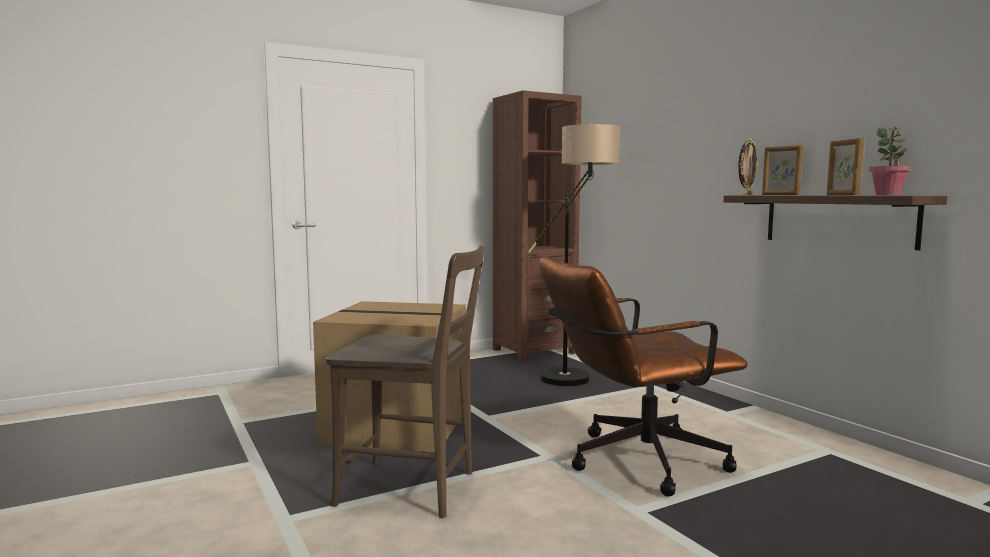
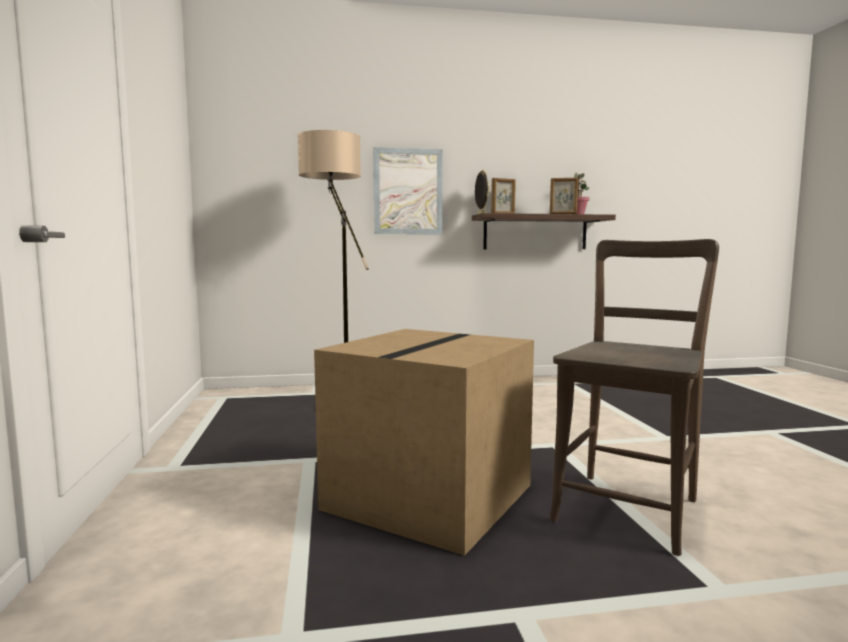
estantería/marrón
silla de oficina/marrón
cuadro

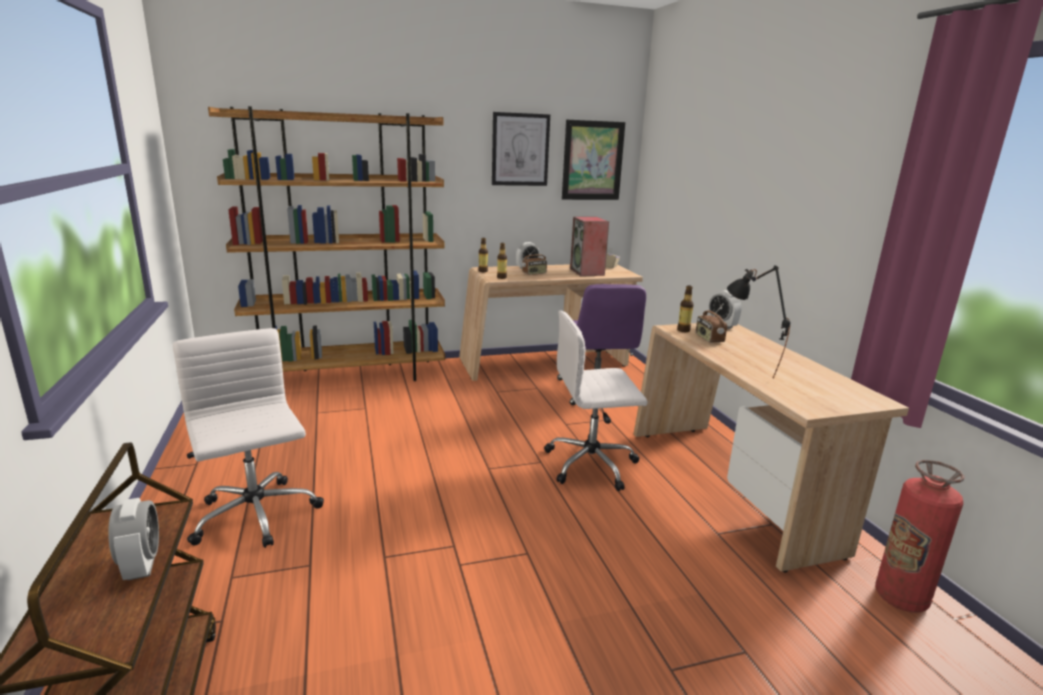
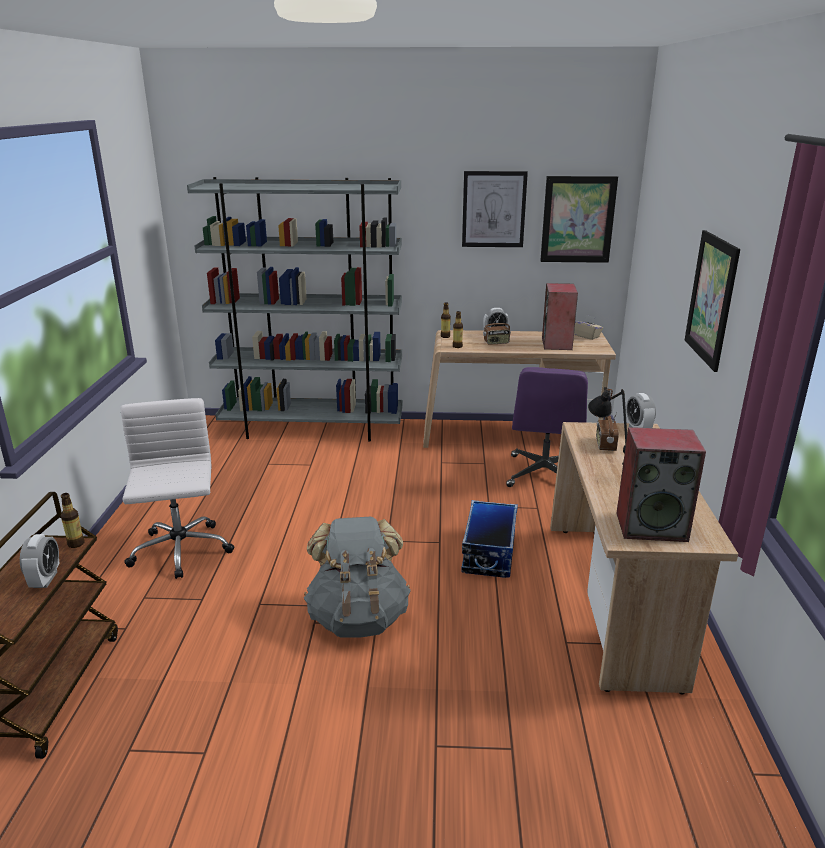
extintor
mochila/gris
altavoz (2nd from left)
cuadro (3rd from left)
botella (1st from left)
caja de almacenaje
estantería/gris

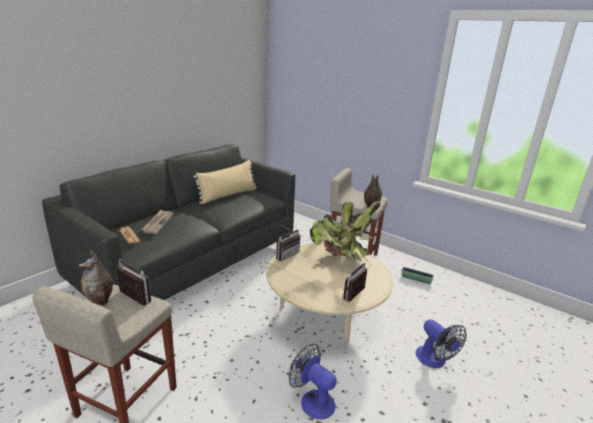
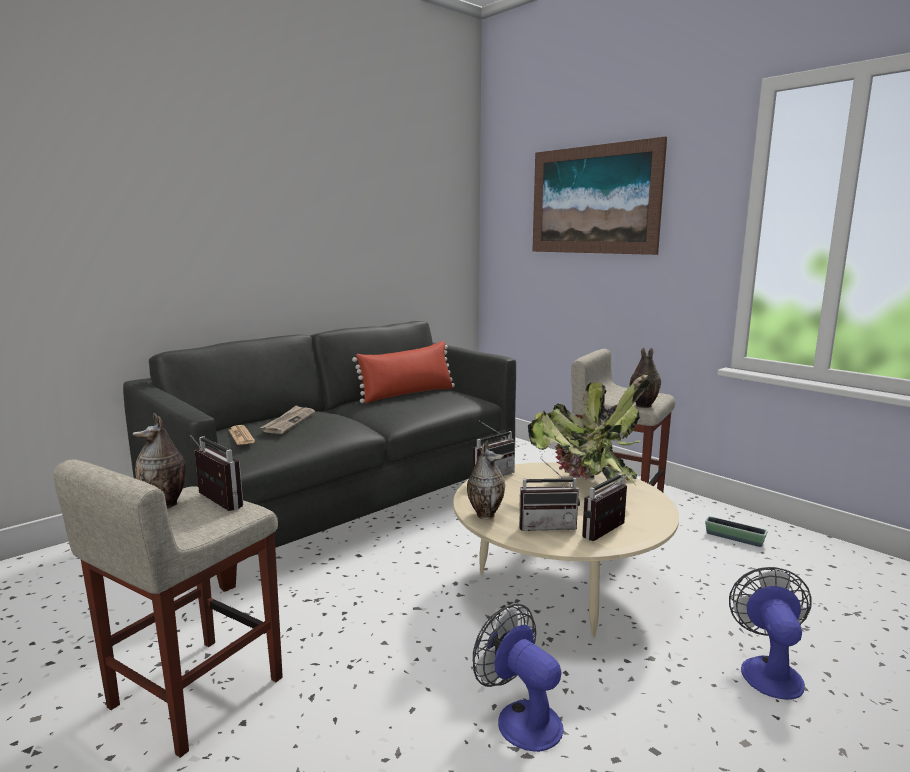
florero (2nd from left)
radio (3rd from left)
cuadro
cojín/rojo
ventilador (2nd from left)

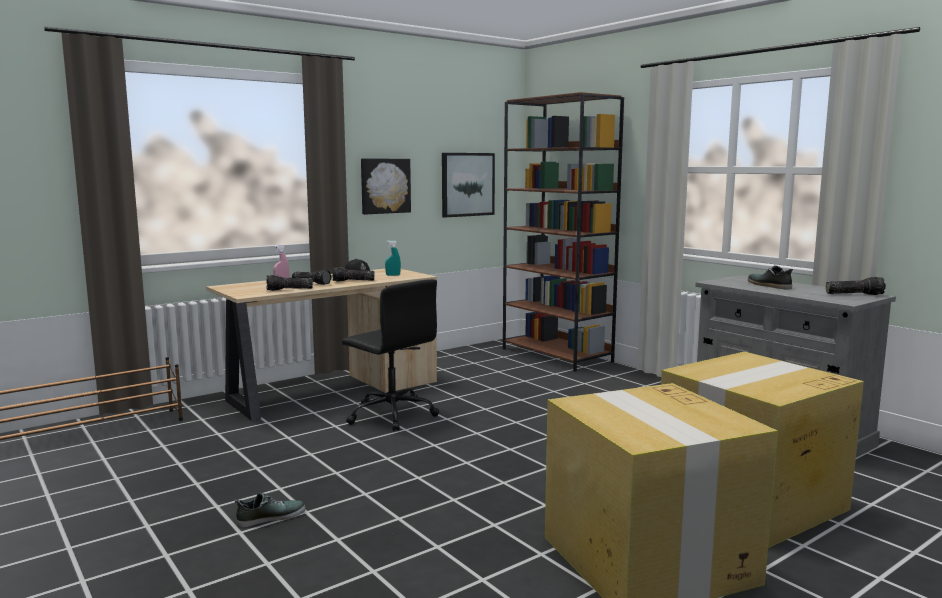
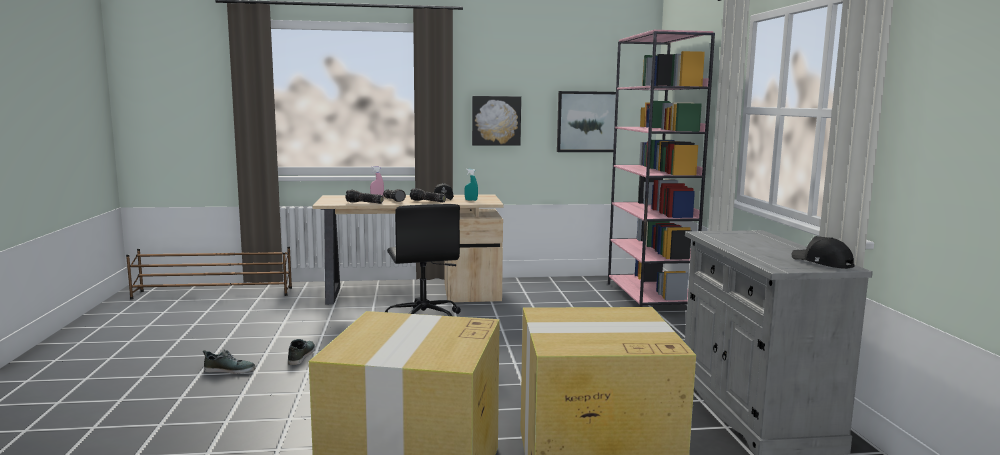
zapato (2nd from left)
gorra/negro (2nd from left)
estantería/rosa

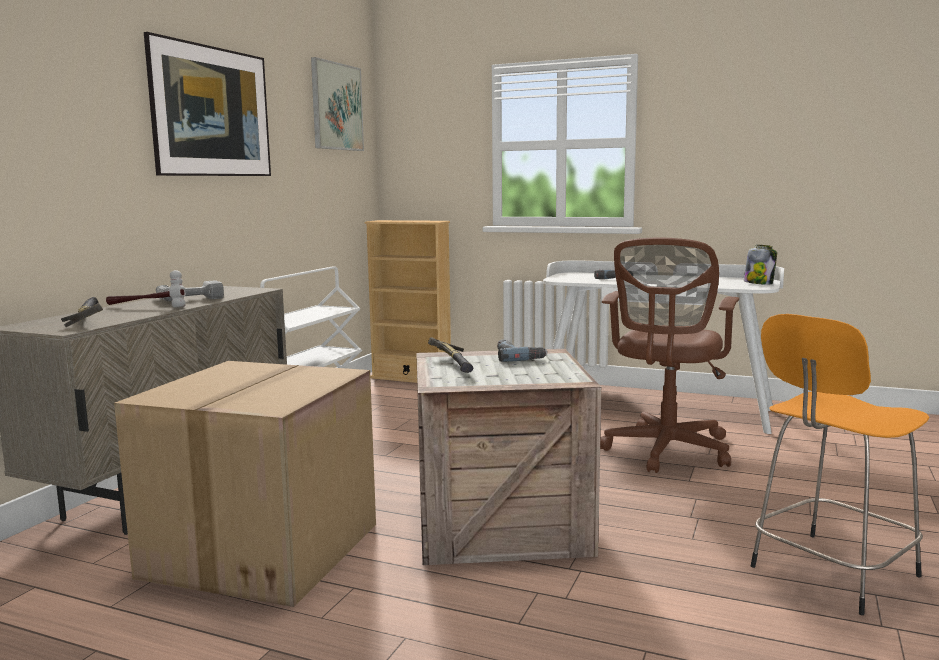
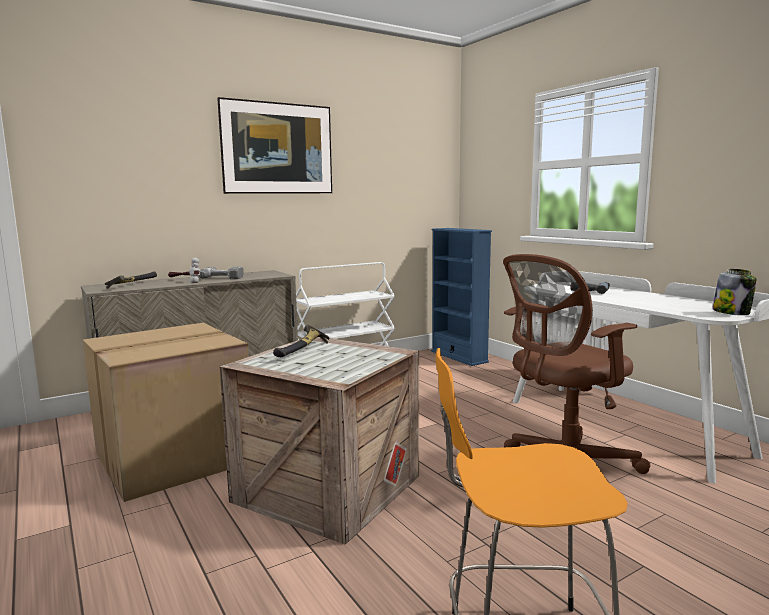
cuadro (2nd from left in the first image)
taladro (2nd from left in the first image)
estantería/azul

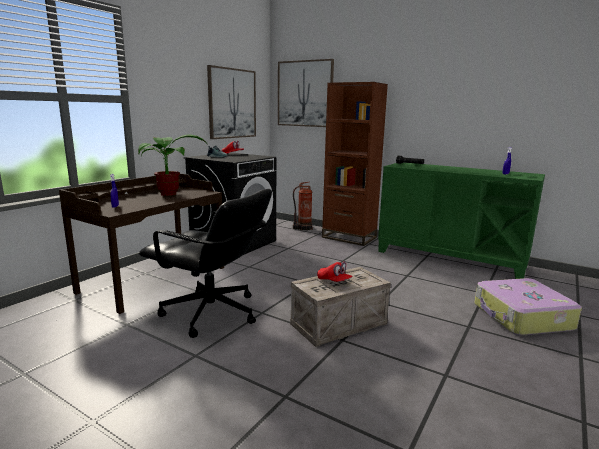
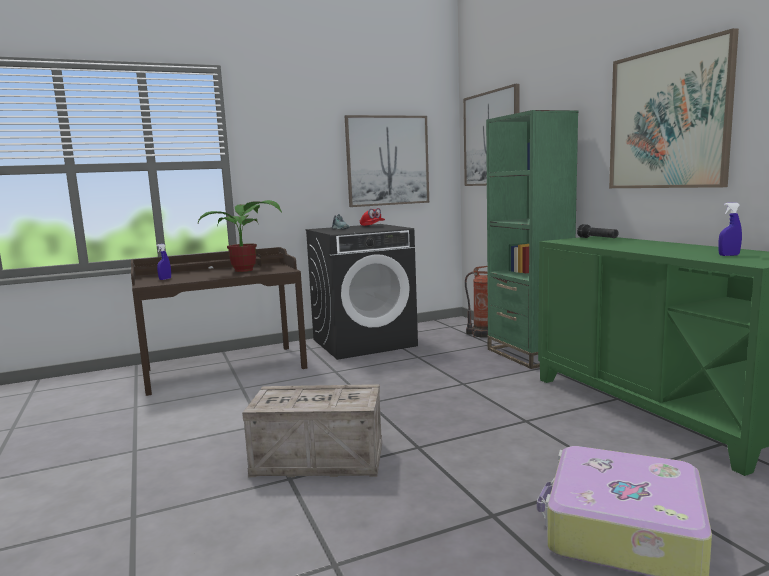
silla de oficina/negro
gorra/rojo (2nd from left in the first image)
cuadro (3rd from left)
estantería/verde

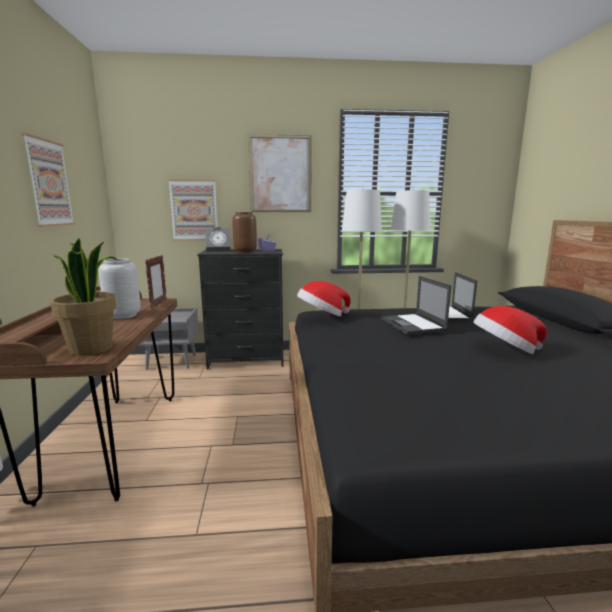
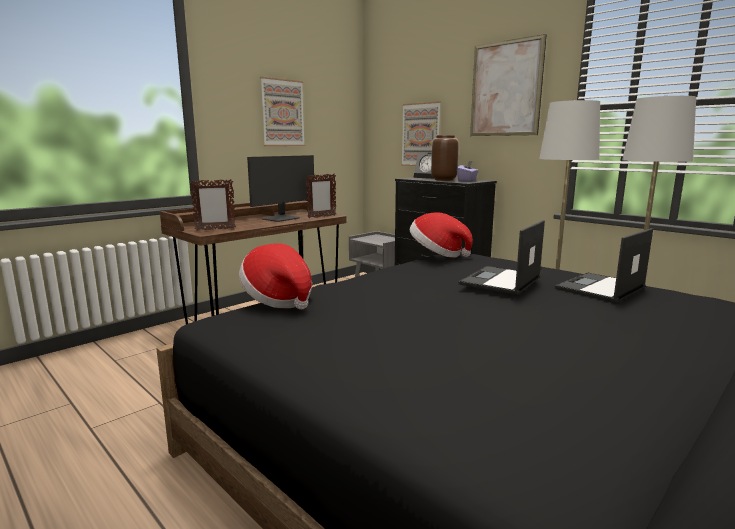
sombrero (1st from left)
portarretratos (1st from left)
monitor

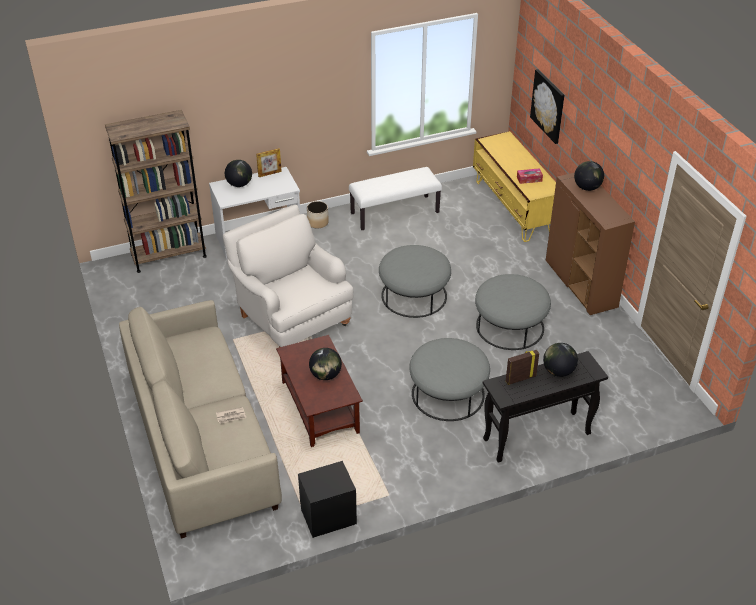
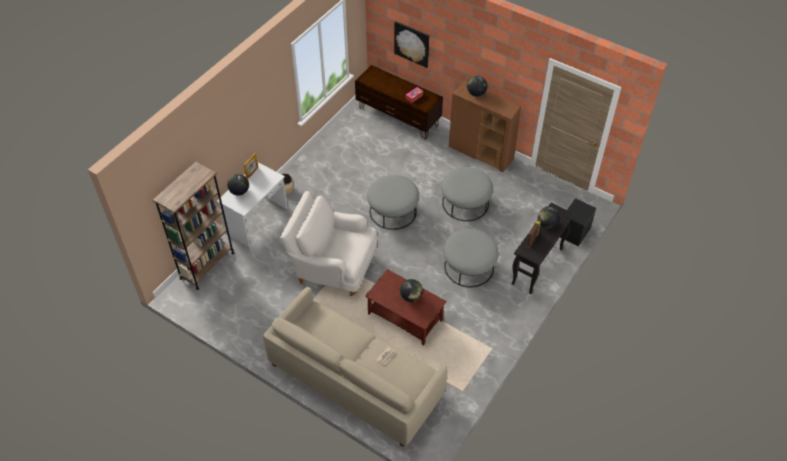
banco/blanco
mesita de noche/negro
mueble de televisión/marrón

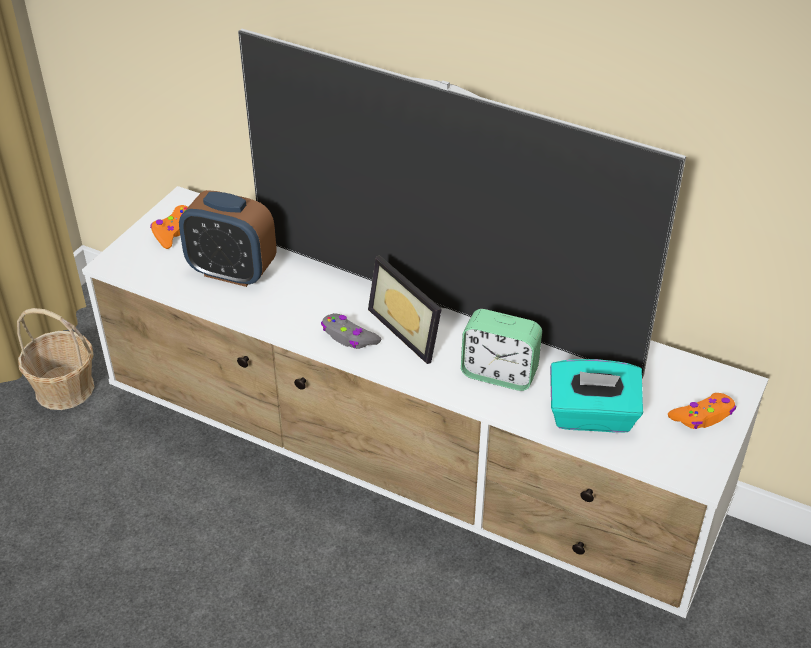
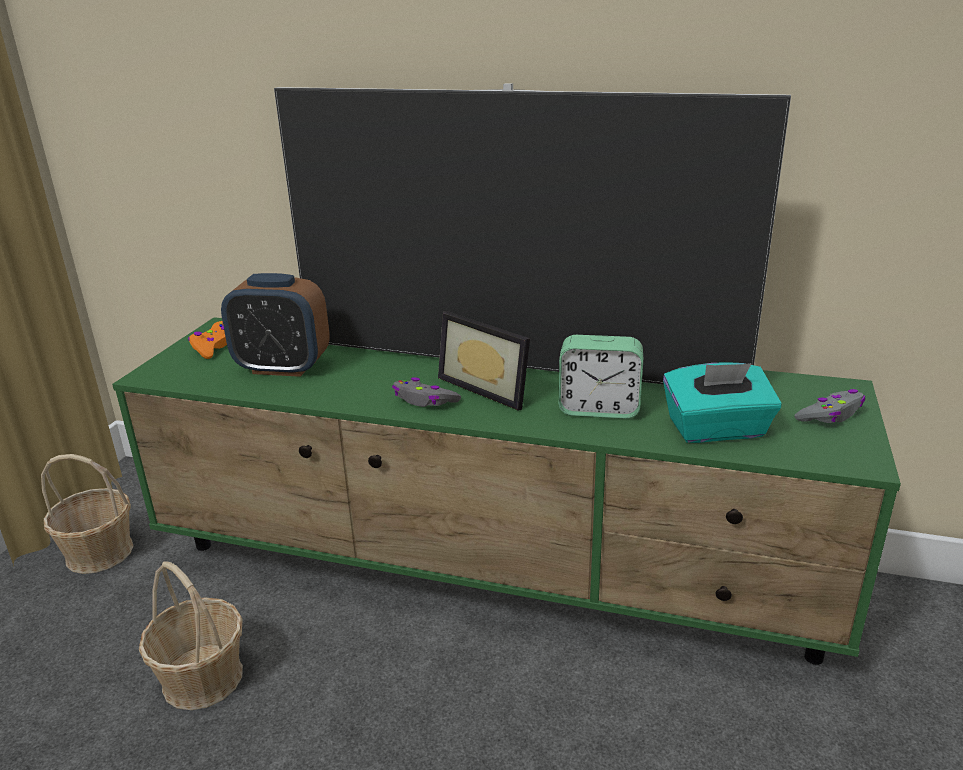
cesta (2nd from left)
mueble de televisión/verde
mando de consola/gris (2nd from left)

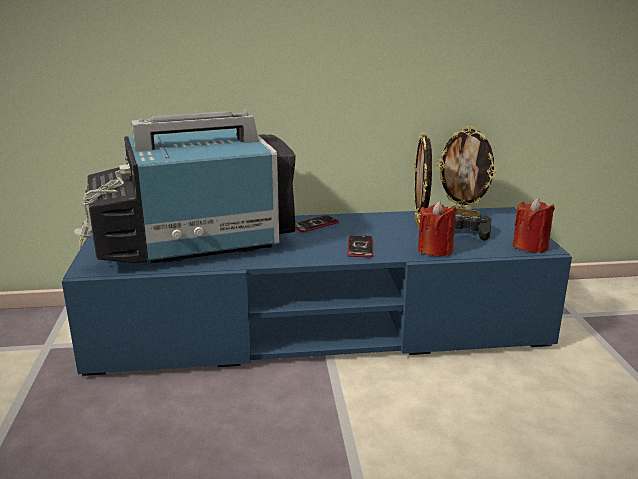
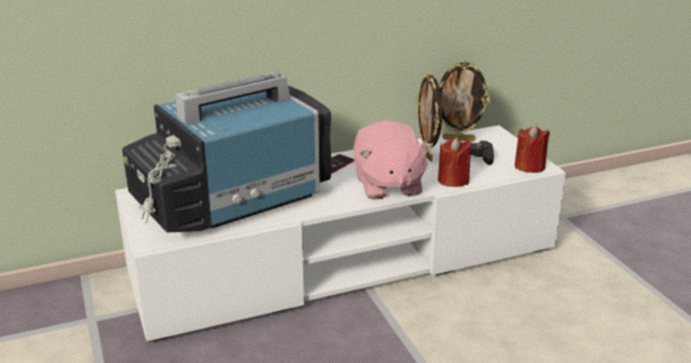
peluche/rosa
mueble de televisión/blanco

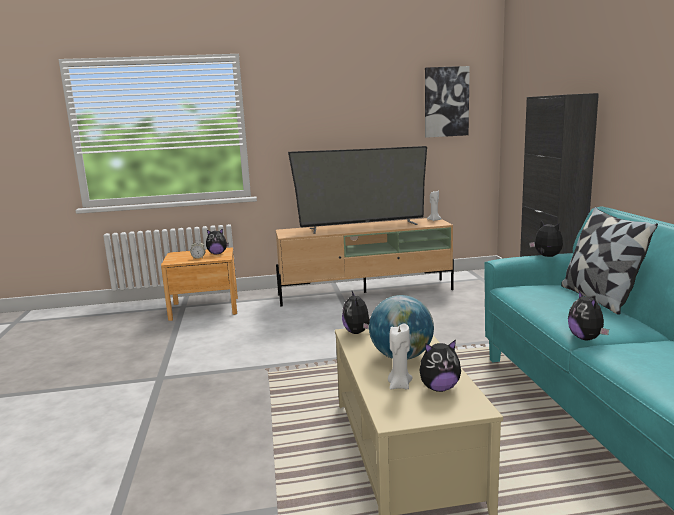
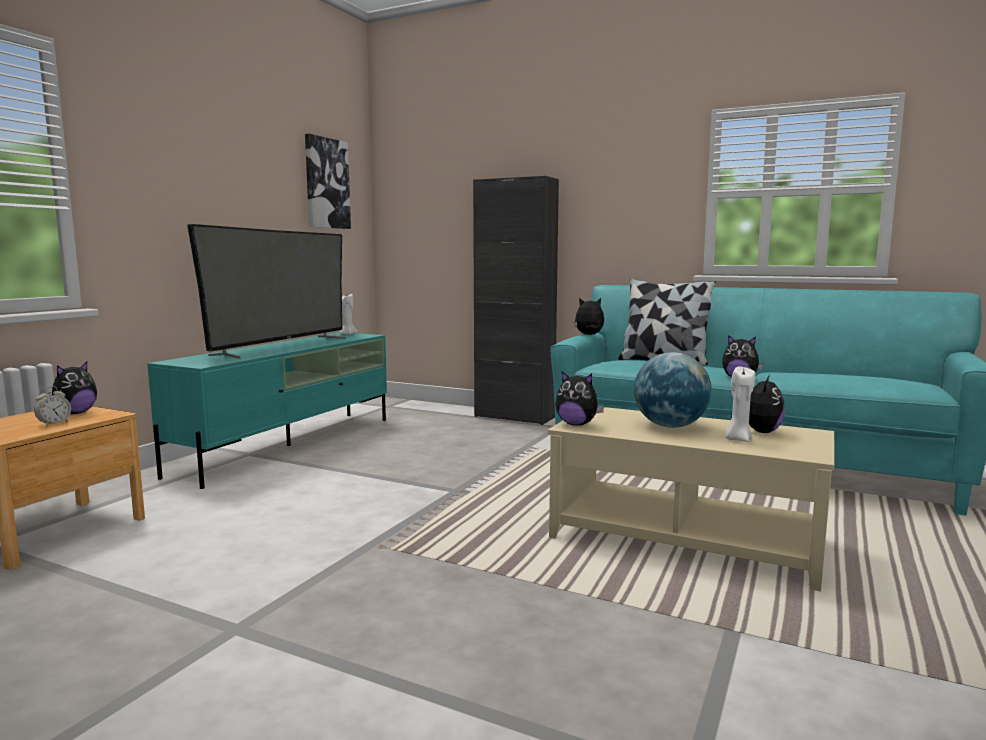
mueble de televisión/turquesa

